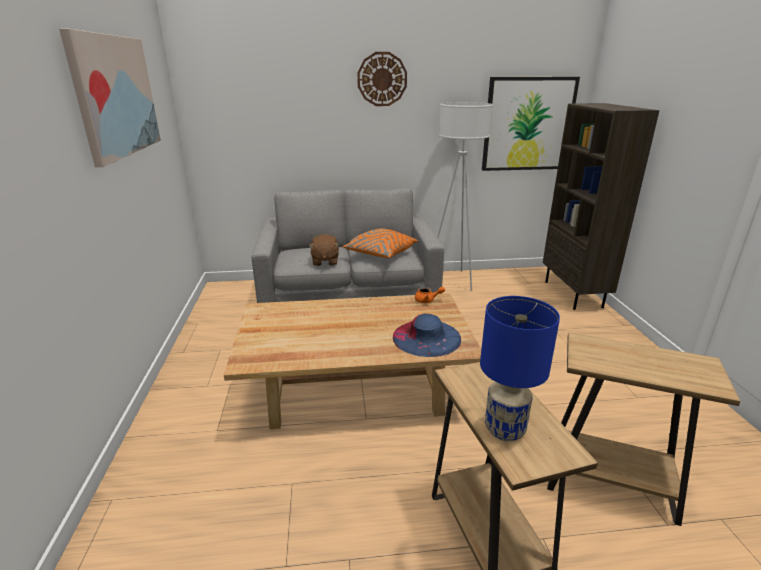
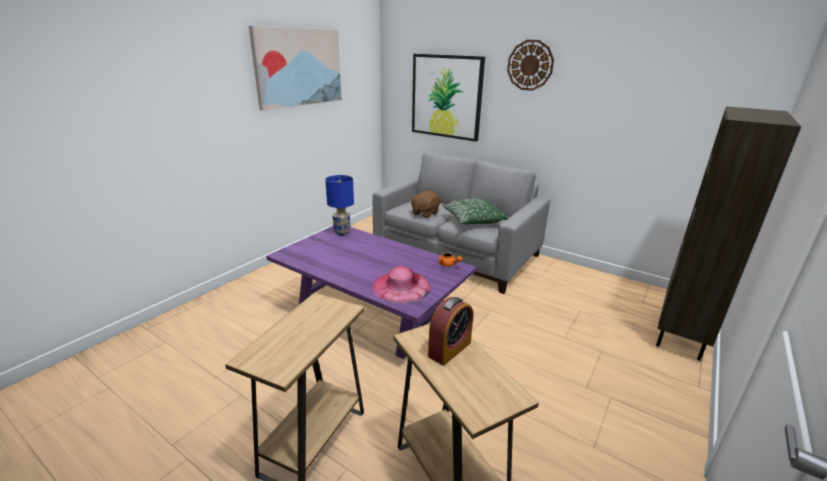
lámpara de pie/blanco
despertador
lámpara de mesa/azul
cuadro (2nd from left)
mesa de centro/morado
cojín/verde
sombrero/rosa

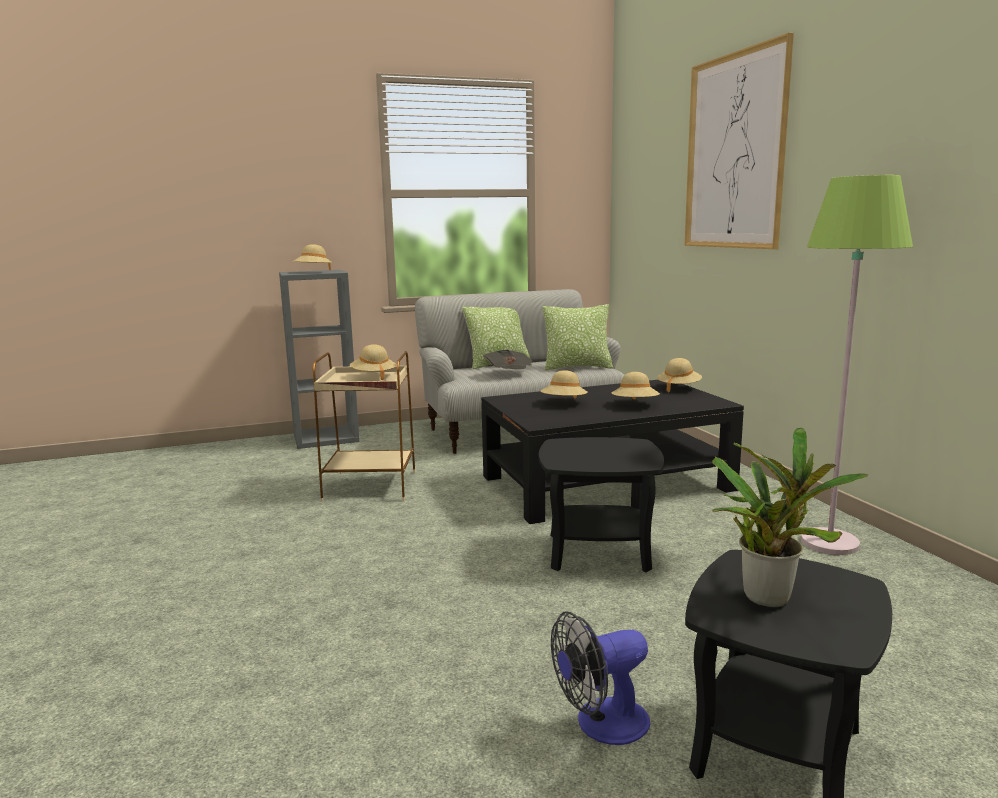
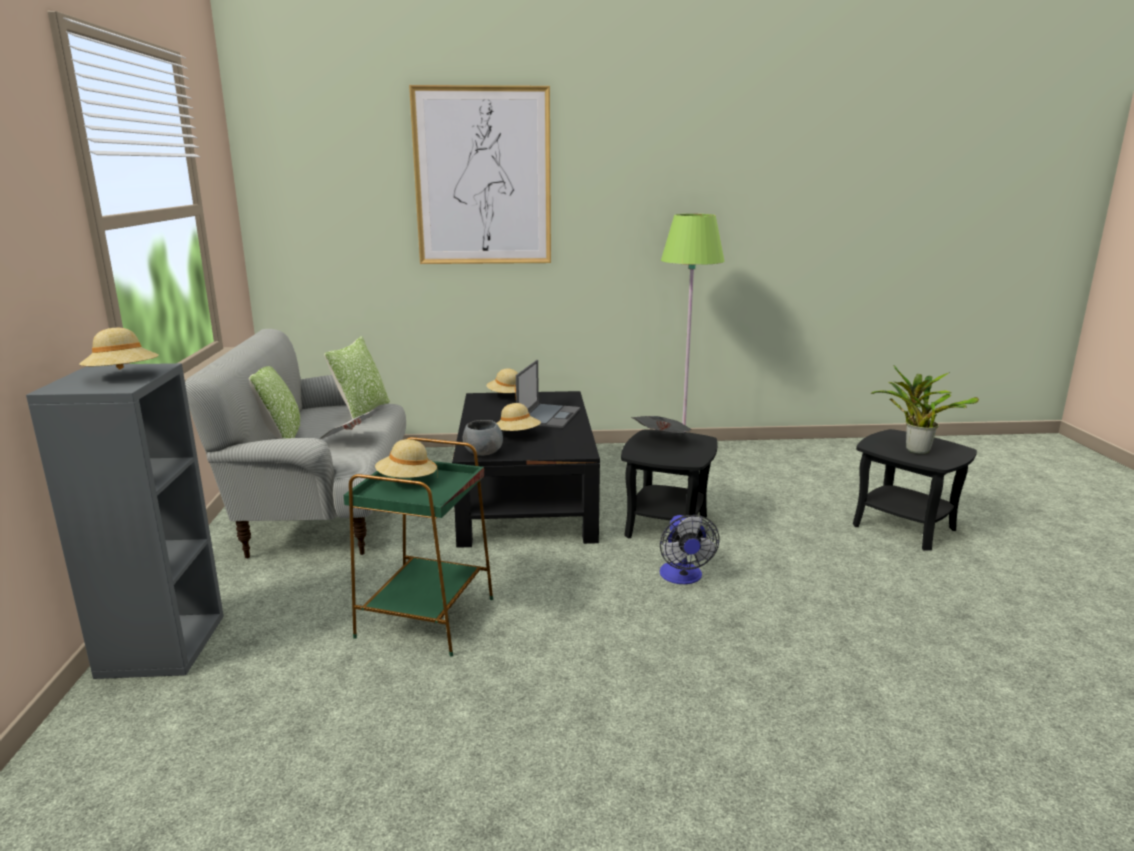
cuenco/gris
periódico (2nd from left)
ventilador
portátil
mesa auxiliar/verde

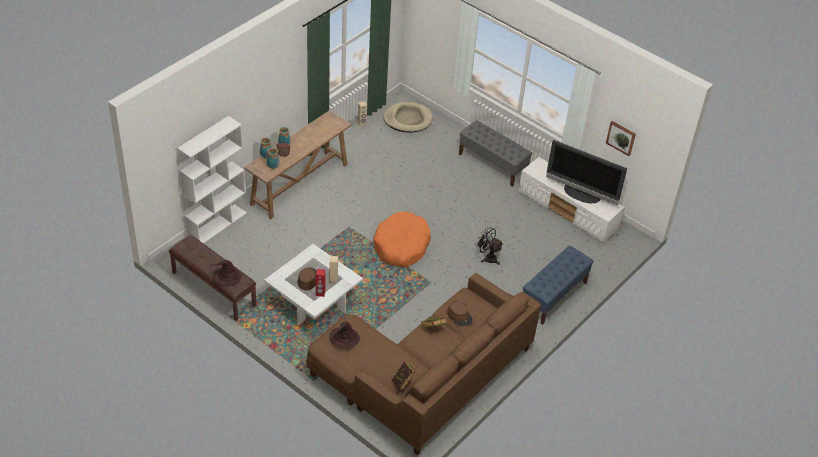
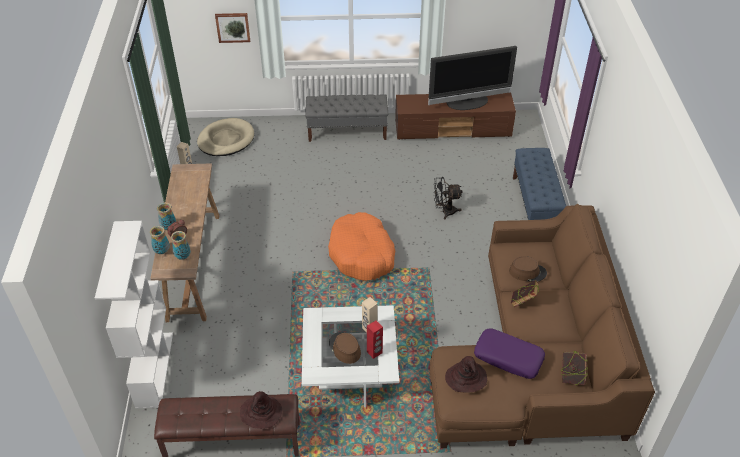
cojín/morado
cuadro
mueble de televisión/marrón

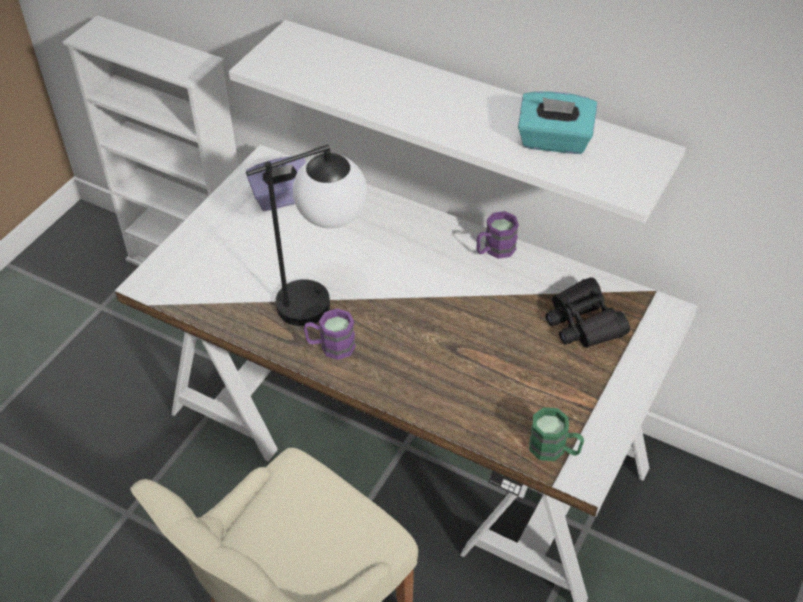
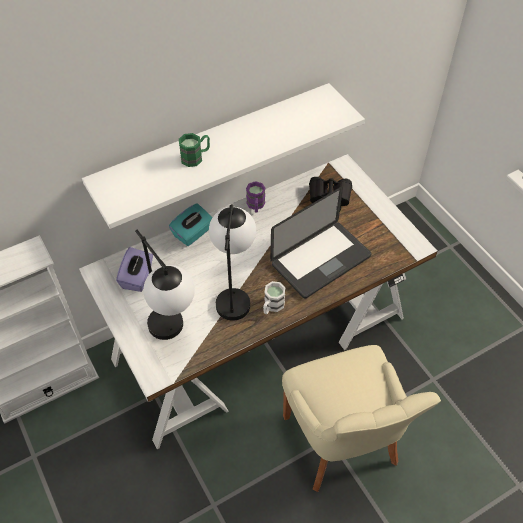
lámpara de mesa (1st from left)
portátil
caja de pañuelos/turquesa
taza grande/verde
taza grande/blanco

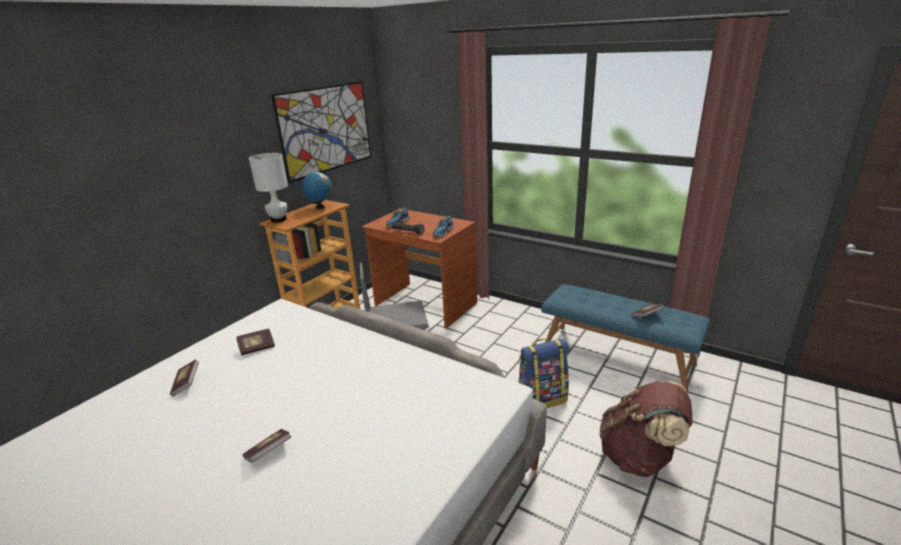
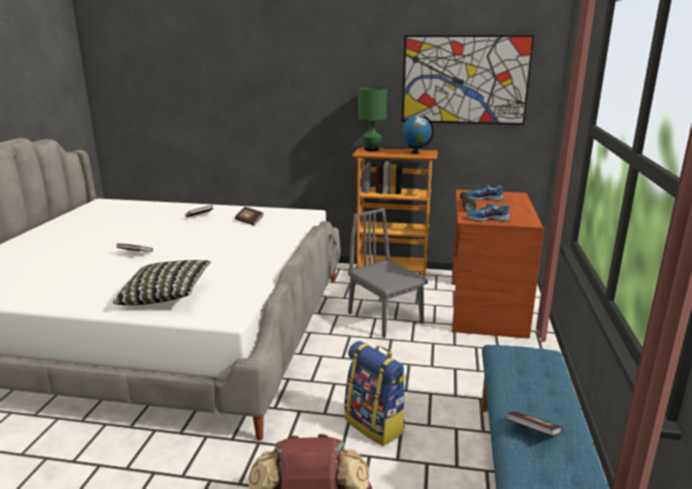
cojín
lámpara de mesa/verde

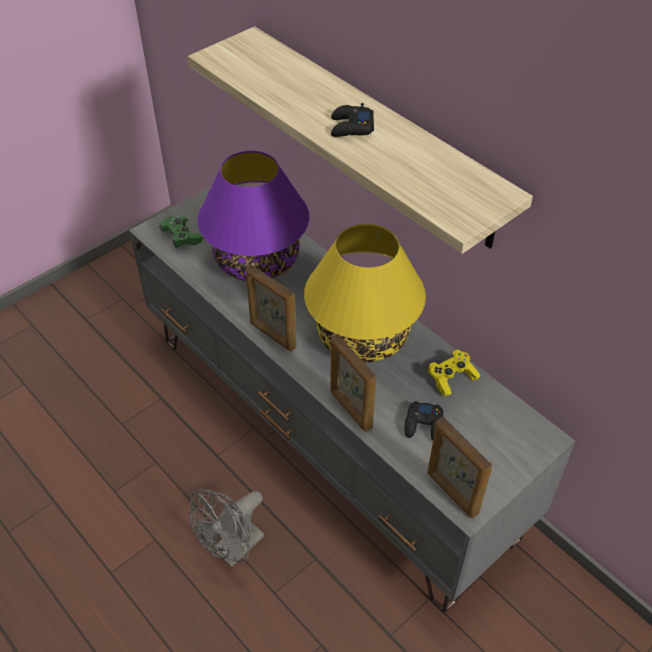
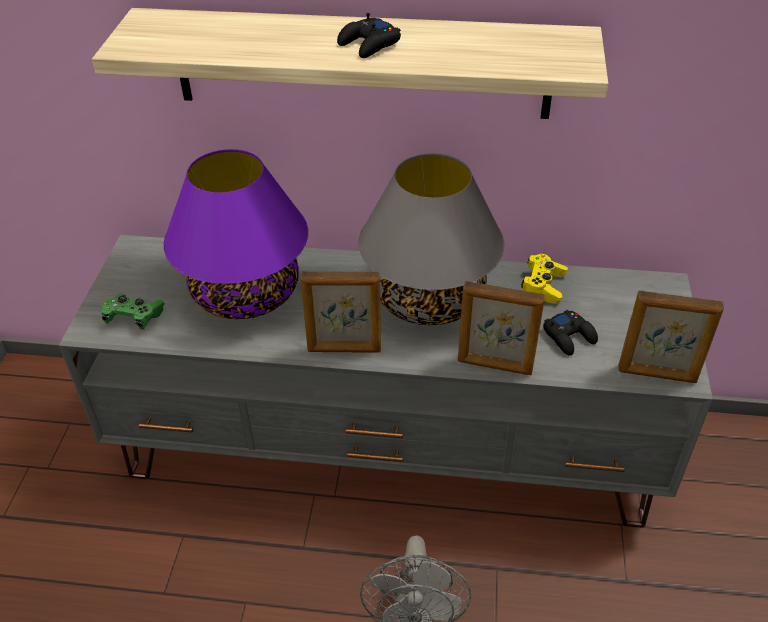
lámpara de mesa/gris

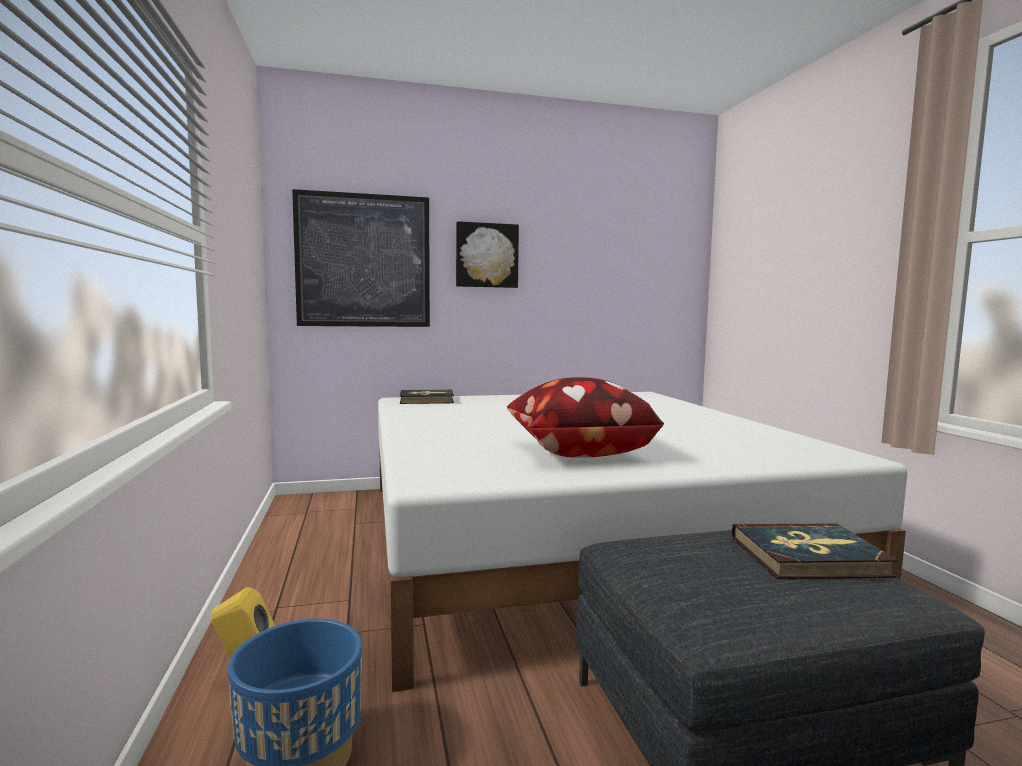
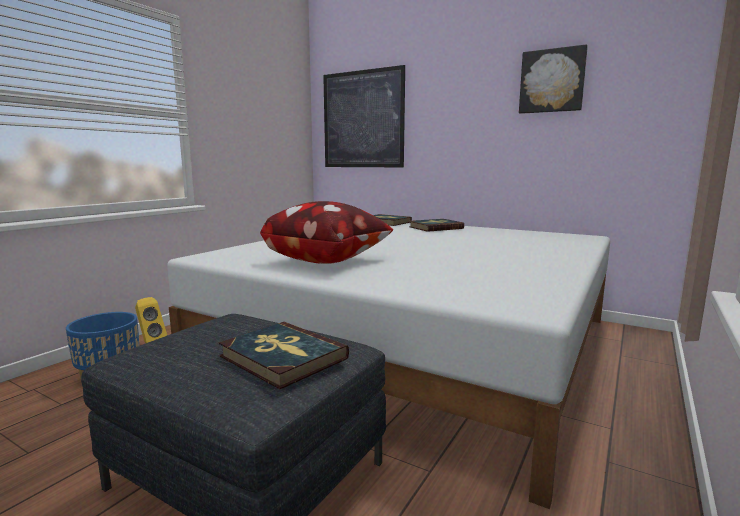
libro (3rd from left)
cuadro (2nd from left)

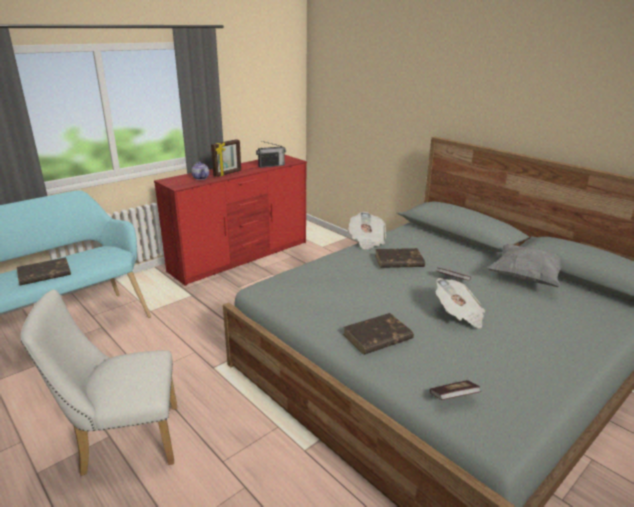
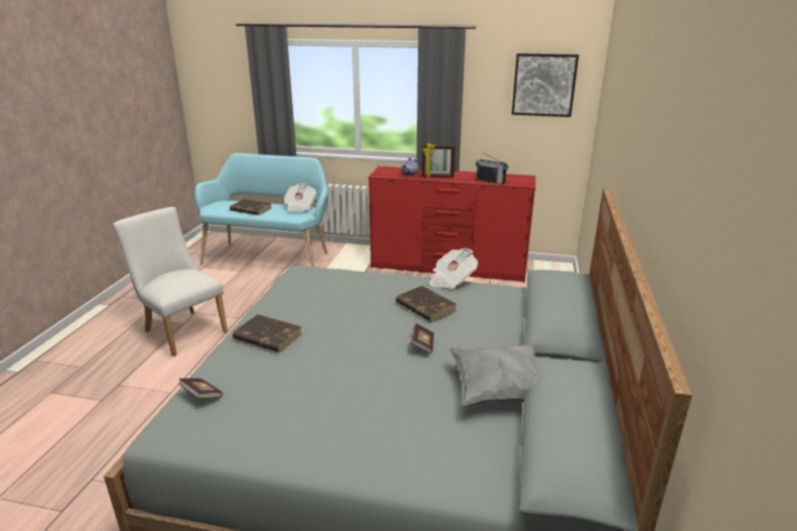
cuadro
periódico (1st from left)

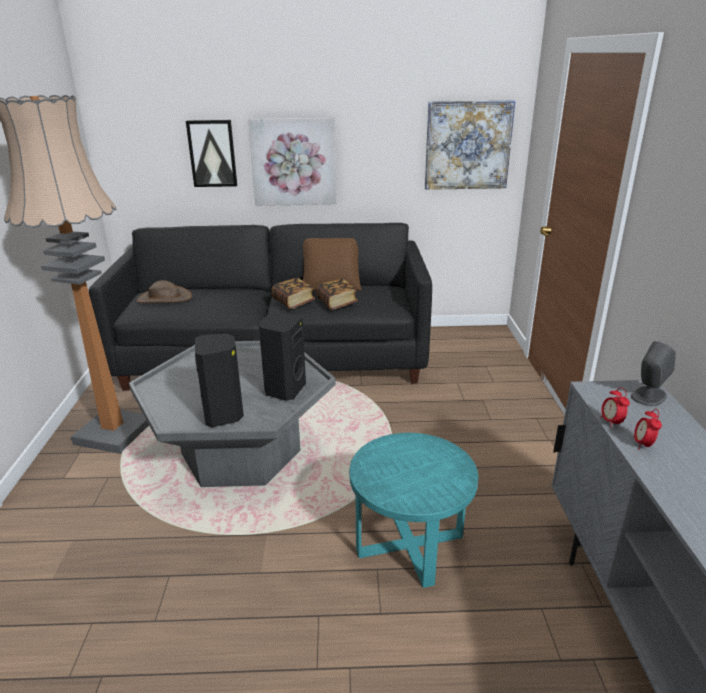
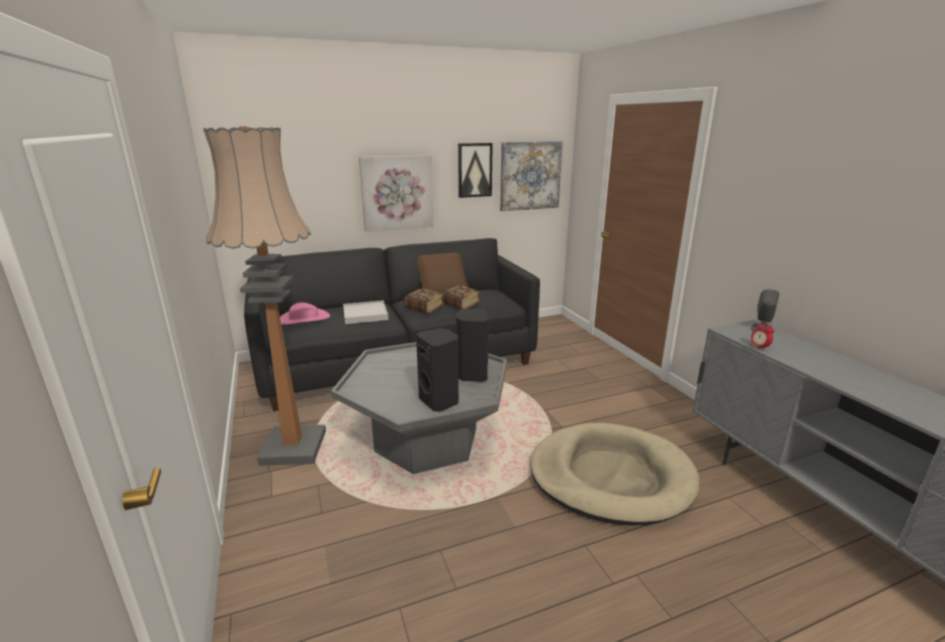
despertador (2nd from left in the first image)
bandeja/blanco
cuadro (2nd from left)
cama para perro/beis
sombrero/rosa

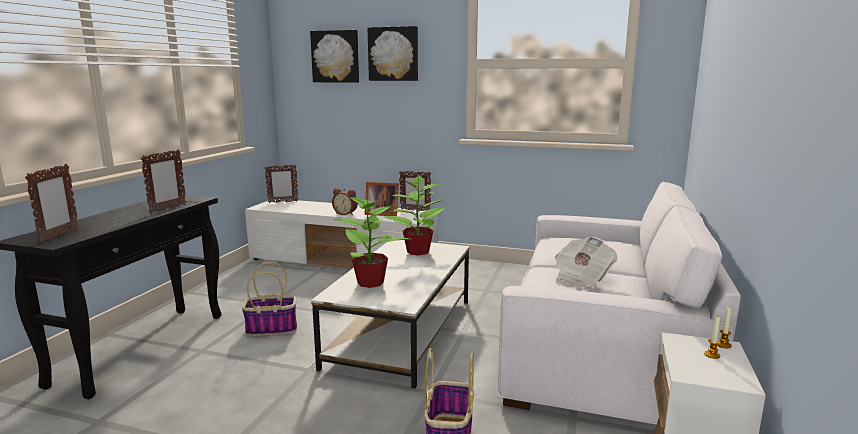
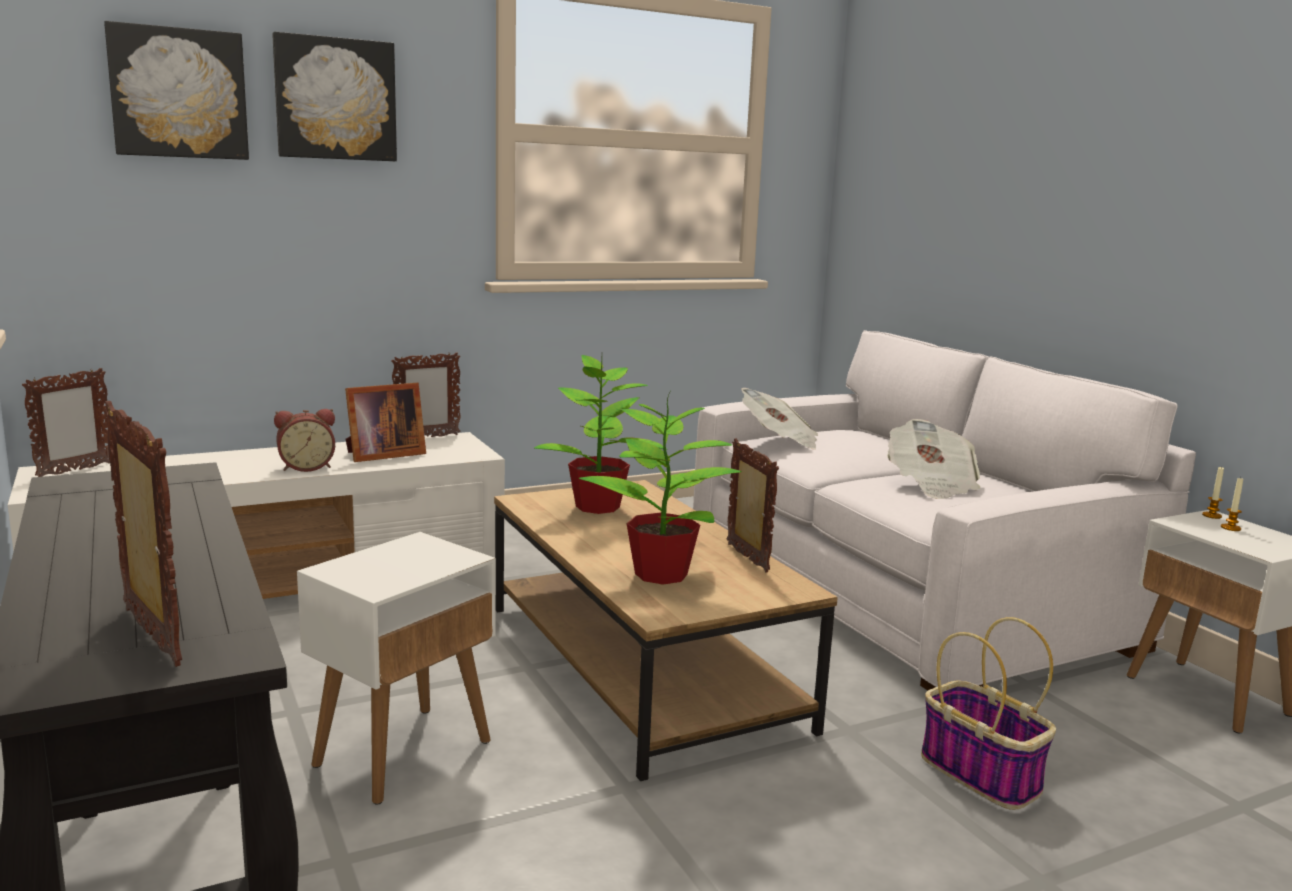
periódico (1st from left)
portarretratos (5th from left)
mesa auxiliar/blanco (1st from left)
mesa de centro/marrón

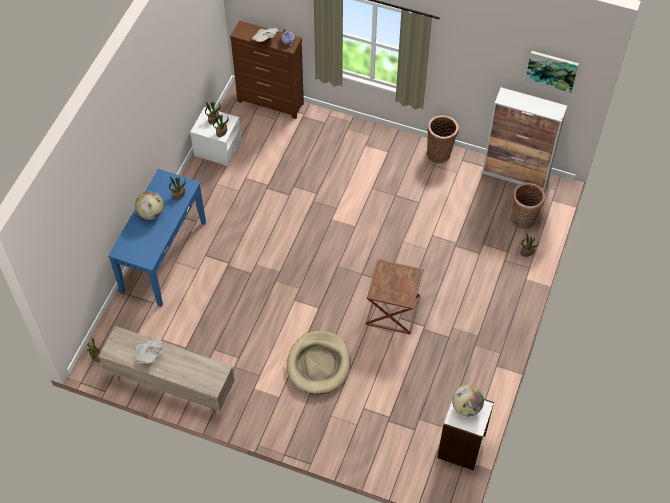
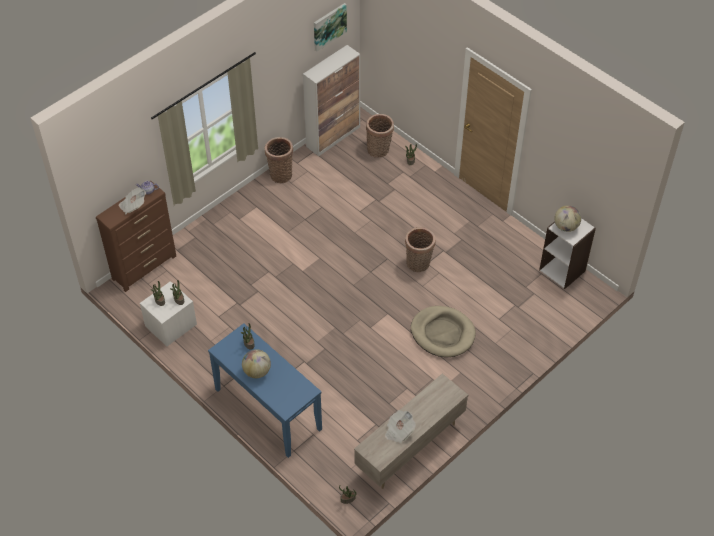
cesta (3rd from left)

